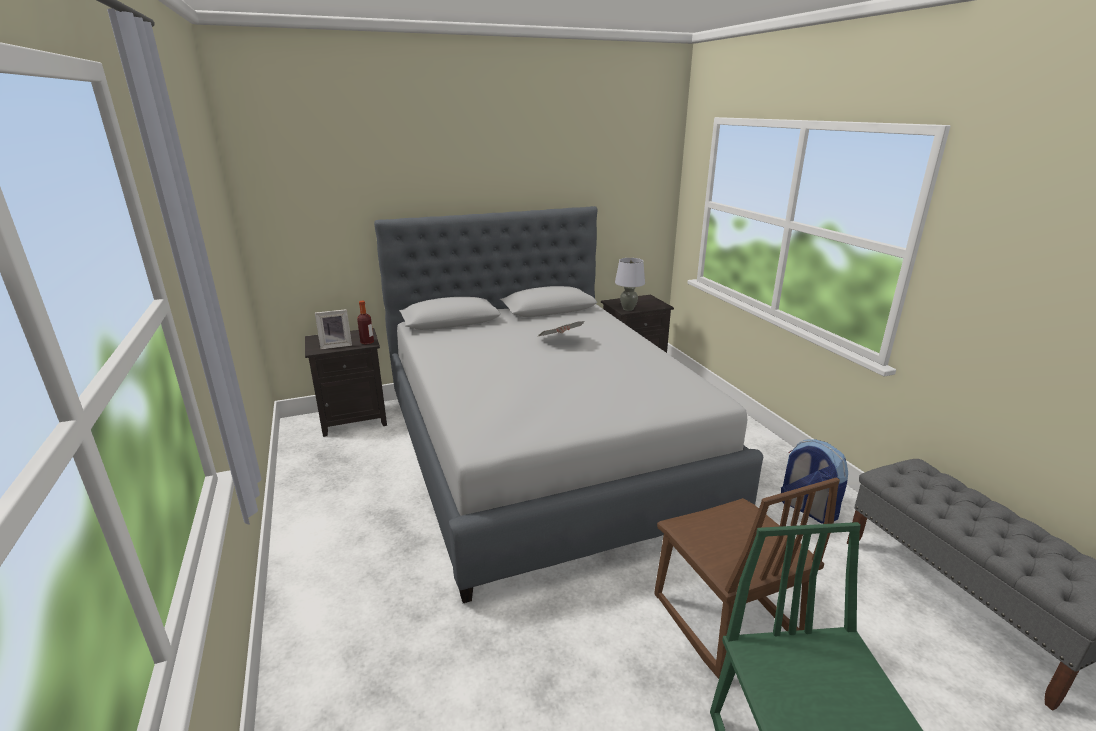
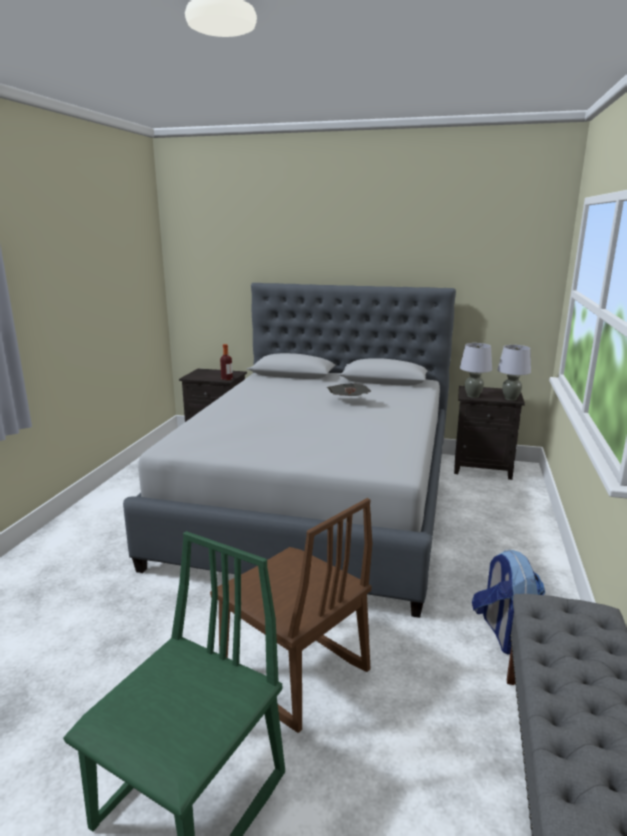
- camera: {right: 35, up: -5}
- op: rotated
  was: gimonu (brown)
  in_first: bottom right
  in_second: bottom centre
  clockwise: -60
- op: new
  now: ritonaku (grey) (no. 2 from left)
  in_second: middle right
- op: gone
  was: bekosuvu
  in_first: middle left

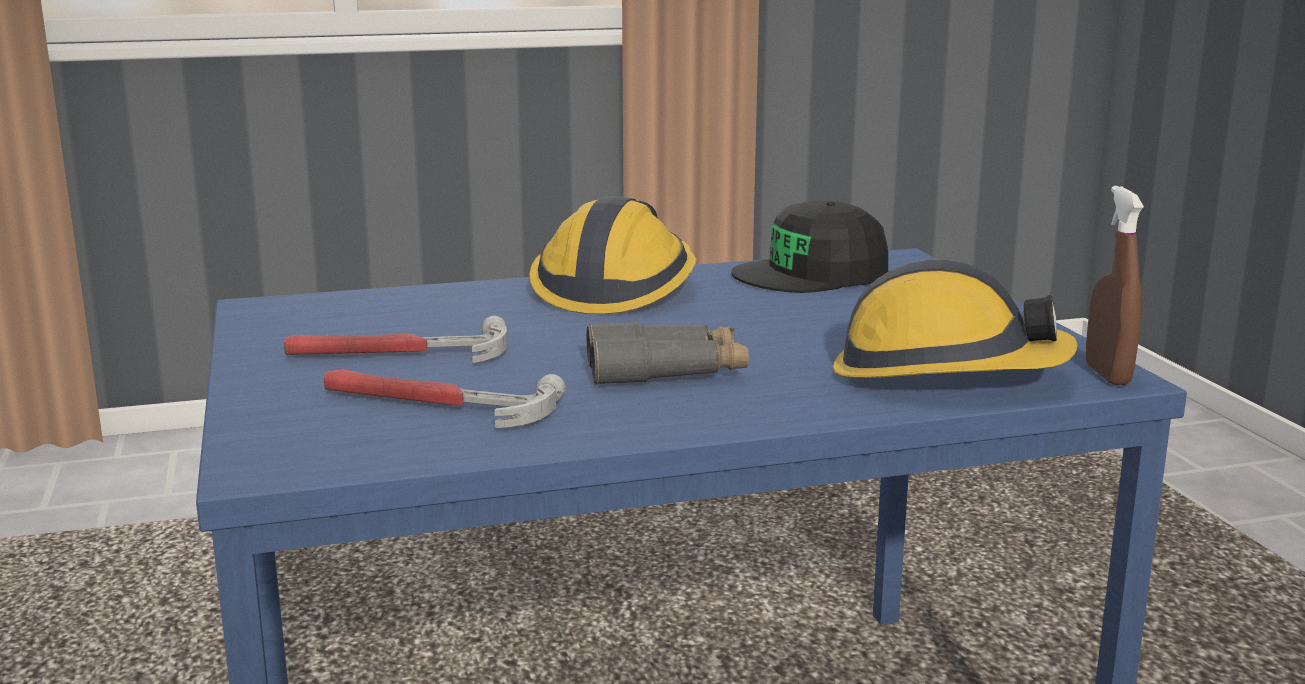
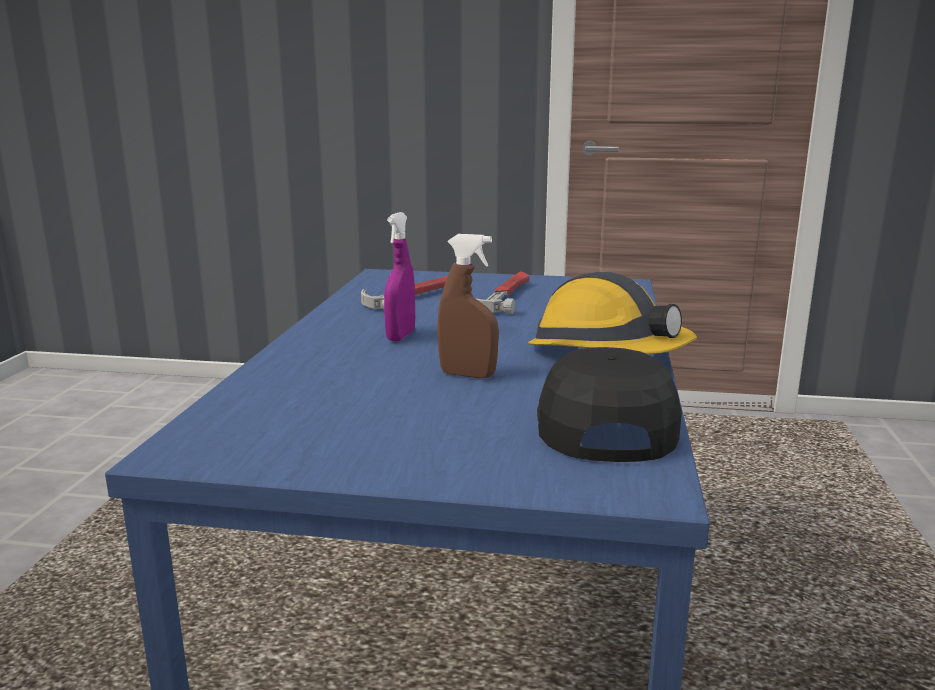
- camera: {right: 115, up: 0}
- op: swapped
  was: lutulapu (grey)
  now: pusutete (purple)
  in_first: centre
  in_second: centre
- op: shifted
  was: pusutete (brown)
  in_first: middle right
  in_second: centre
- op: gone
  was: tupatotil (no. 2 from left)
  in_first: middle right

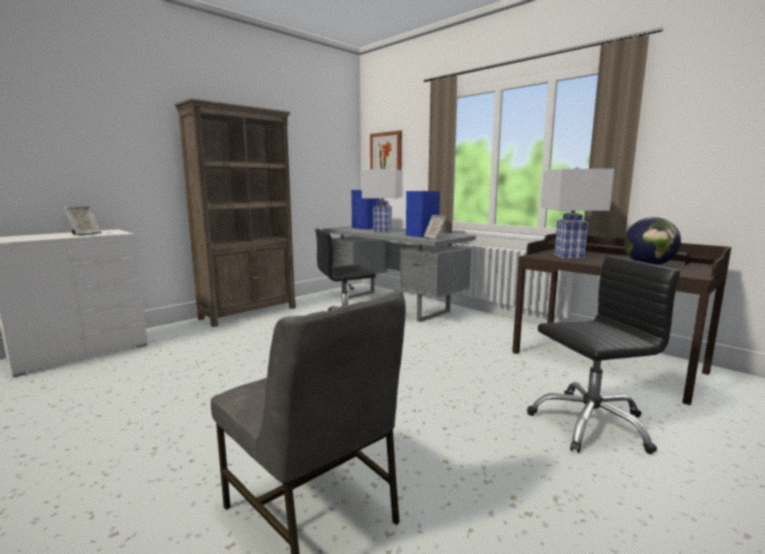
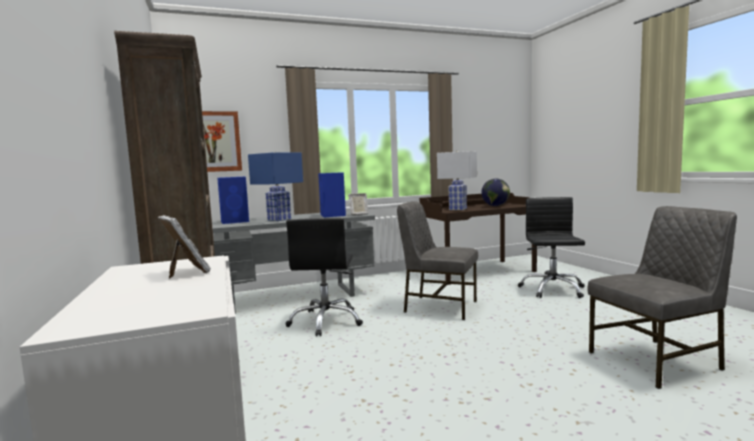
- camera: {right: -65, up: -5}
- op: repainted
  was: ritonaku (white) (no. 1 from left)
  now: ritonaku (blue)
  in_first: centre
  in_second: centre
- op: new
  now: gimonu (grey) (no. 1 from left)
  in_second: centre

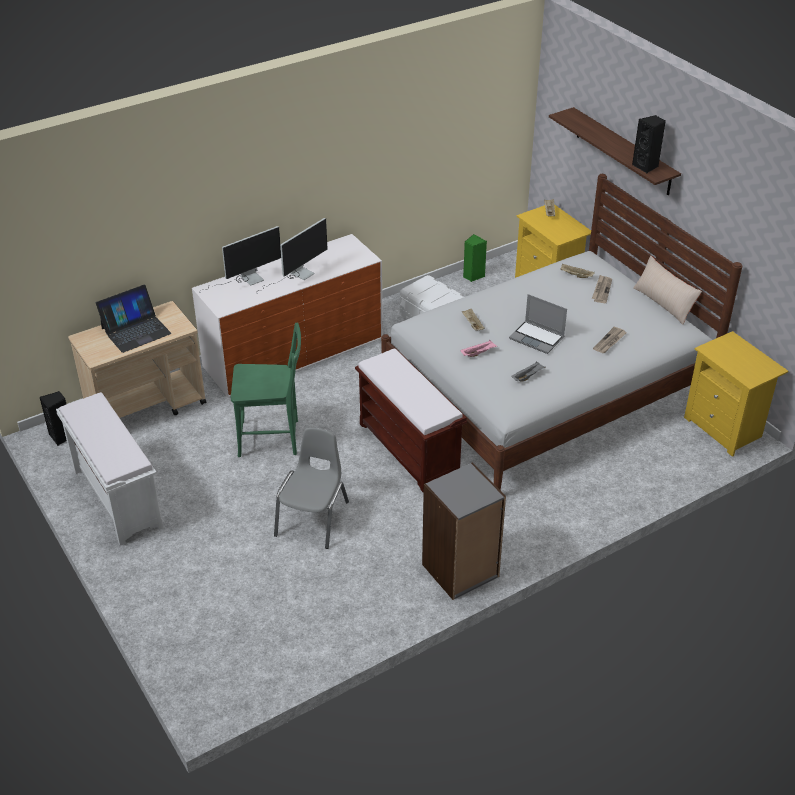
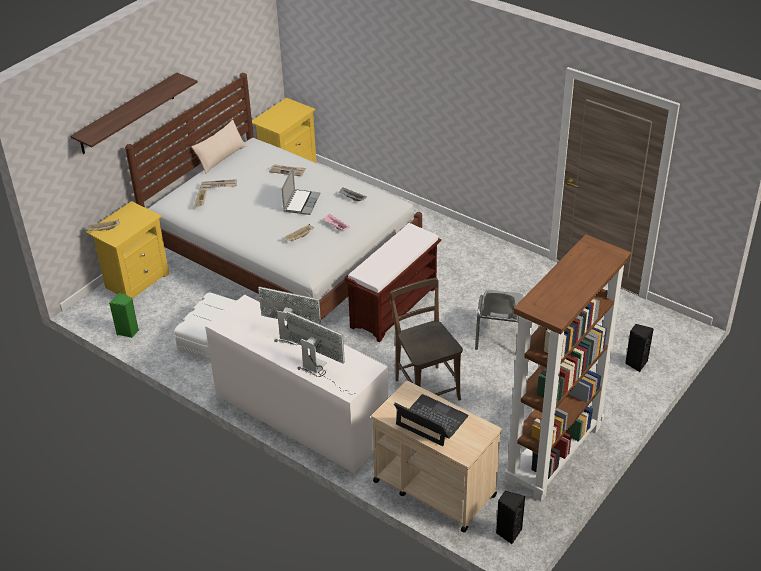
- camera: {right: -110, up: 0}
- op: repainted
  was: gimonu (green)
  now: gimonu (brown)
  in_first: centre
  in_second: centre
- op: rotated
  was: gimonu (grey)
  in_first: centre
  in_second: centre
  clockwise: -75
- op: swapped
  was: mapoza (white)
  now: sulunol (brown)
  in_first: middle left
  in_second: middle right
- op: shifted
  was: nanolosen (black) (no. 2 from left)
  in_first: top right
  in_second: middle right
- op: gone
  was: sulunol (grey)
  in_first: bottom centre

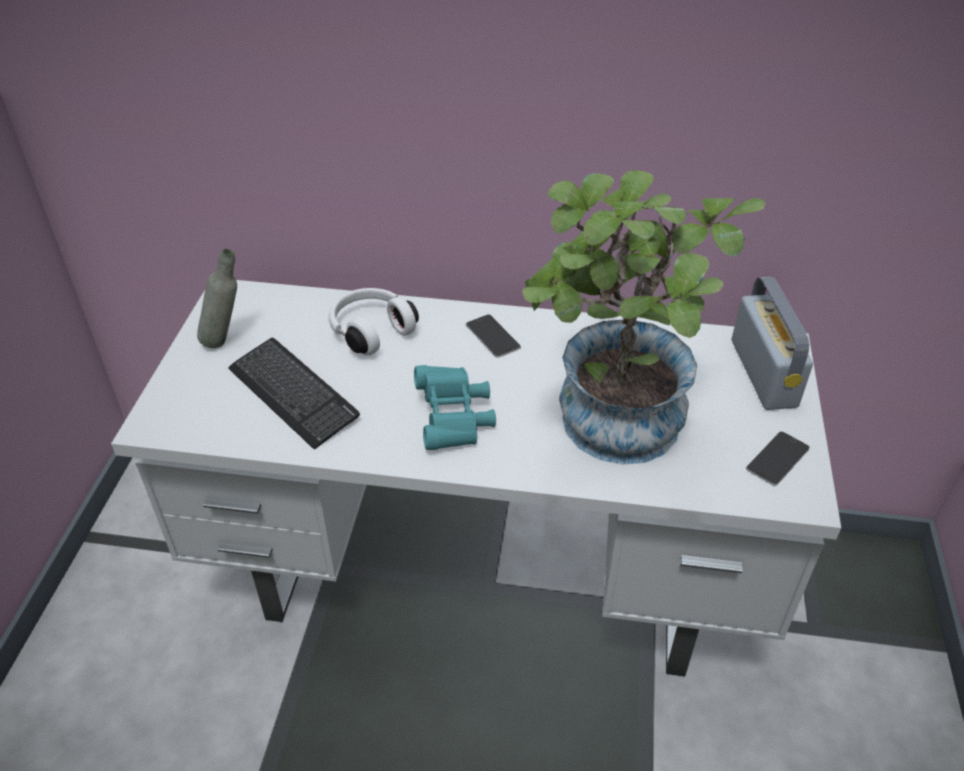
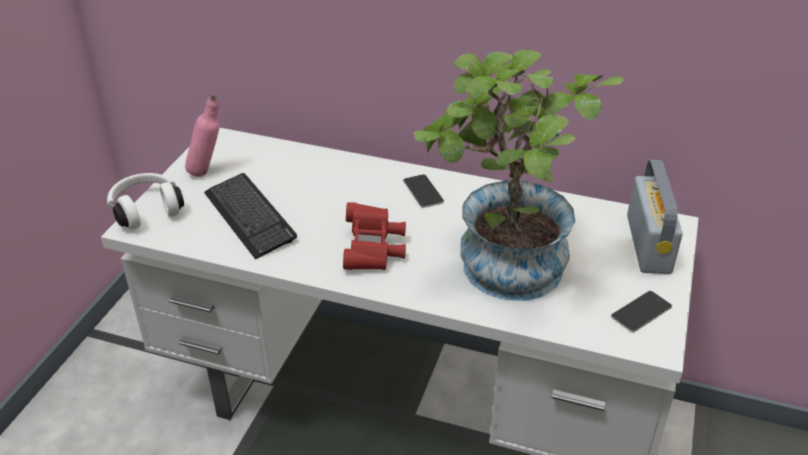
- camera: {right: 10, up: -5}
- op: shifted
  was: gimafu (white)
  in_first: centre
  in_second: middle left
- op: repainted
  was: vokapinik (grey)
  now: vokapinik (pink)
  in_first: middle left
  in_second: top left
- op: repainted
  was: lutulapu (turquoise)
  now: lutulapu (red)
  in_first: centre
  in_second: centre

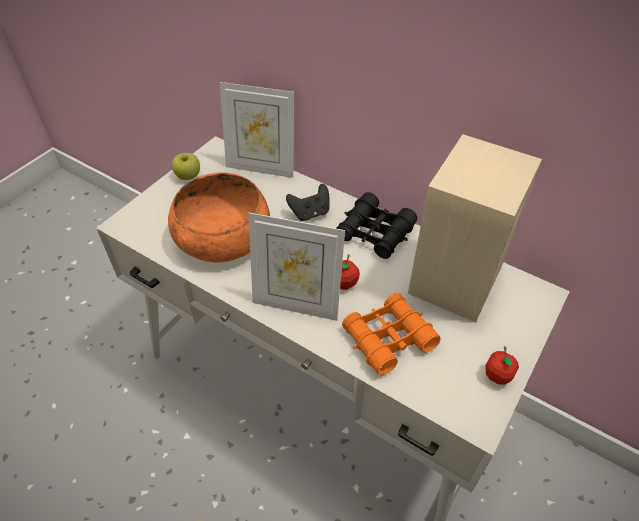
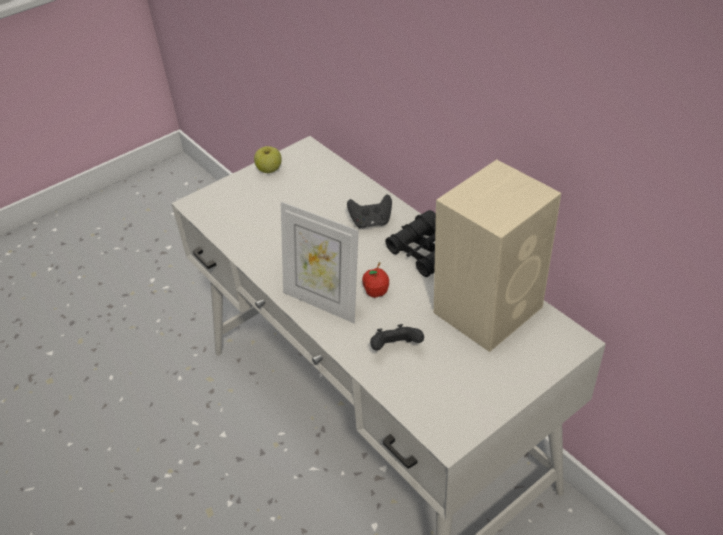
- camera: {right: 20, up: -5}
- op: swapped
  was: lutulapu (orange)
  now: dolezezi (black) (no. 2 from left)
  in_first: centre
  in_second: centre
- op: gone
  was: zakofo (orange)
  in_first: centre
- op: gone
  was: bekosuvu (no. 1 from left)
  in_first: top centre
- op: gone
  was: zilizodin (no. 3 from left)
  in_first: bottom right

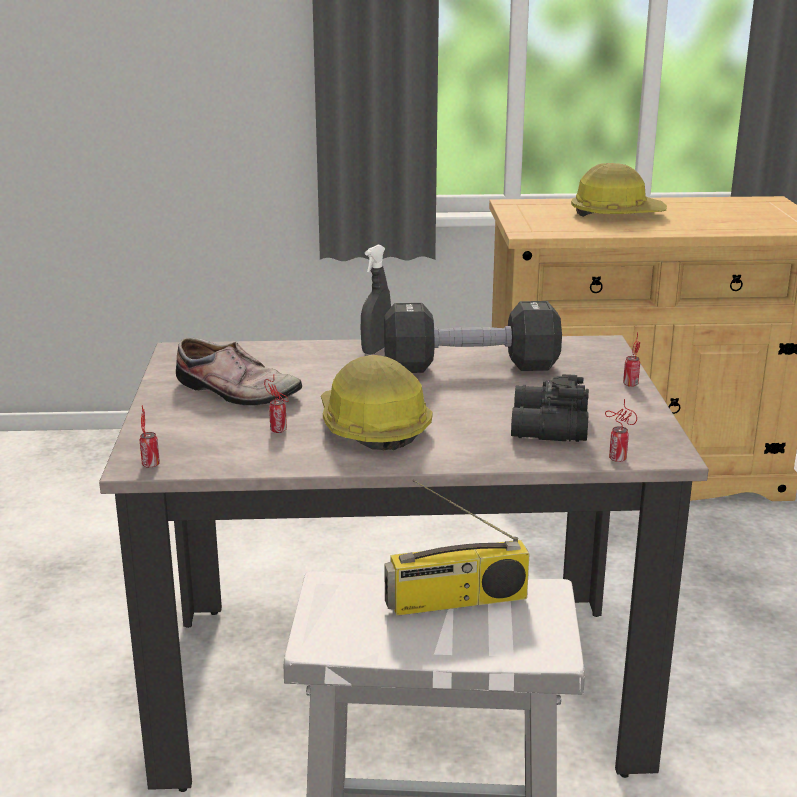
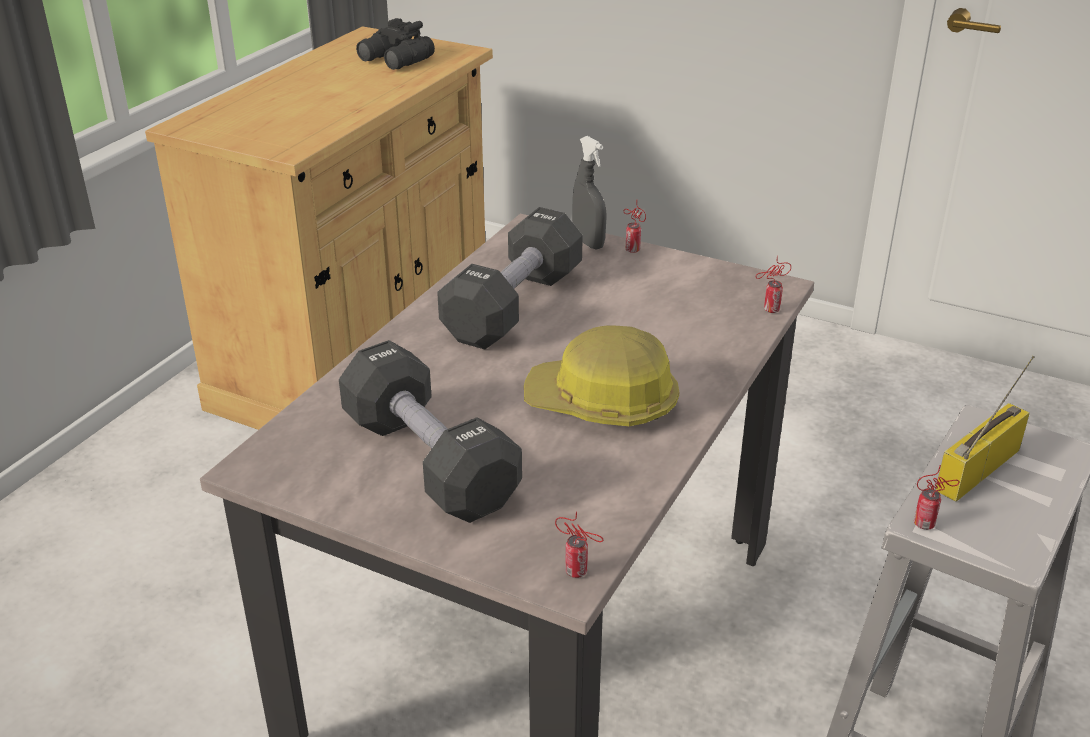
- camera: {right: -60, up: 10}
- op: swapped
  was: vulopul
  now: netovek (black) (no. 1 from left)
  in_first: middle left
  in_second: centre
- op: shifted
  was: lutulapu (black)
  in_first: middle right
  in_second: top centre
- op: shifted
  was: pusutete (grey)
  in_first: centre
  in_second: top centre
- op: shifted
  was: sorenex (no. 2 from left in the first image)
  now: sorenex (no. 4 from left)
  in_first: centre
  in_second: bottom right
- op: rotated
  was: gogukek
  in_first: bottom centre
  in_second: middle right
  clockwise: -150
- op: gone
  was: tupatotil (no. 2 from left)
  in_first: top right

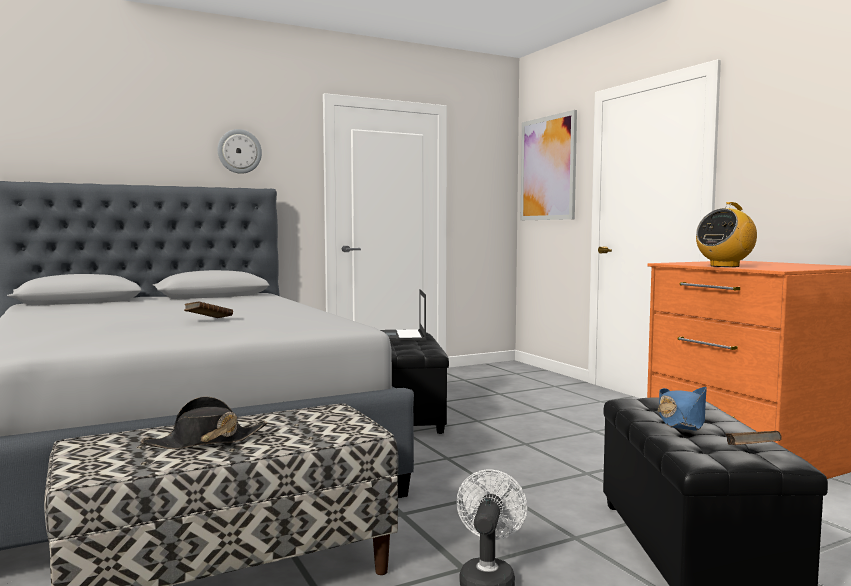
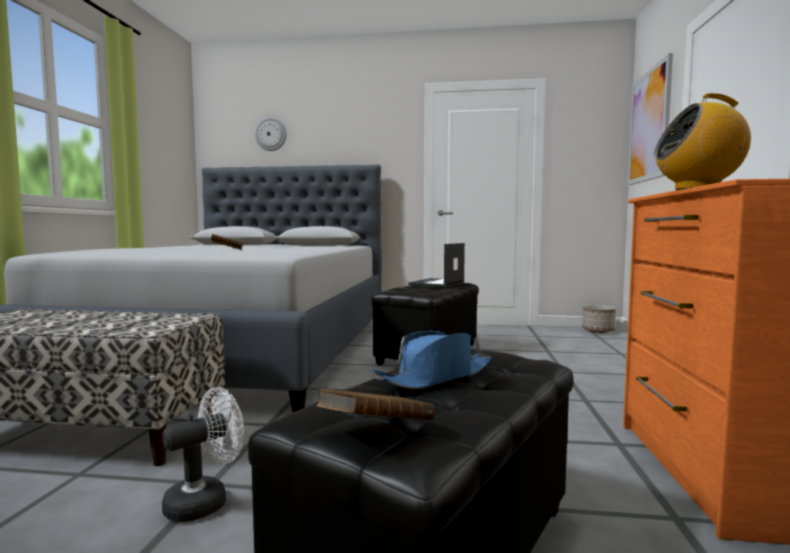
- camera: {right: 35, up: 0}
- op: shifted
  was: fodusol
  in_first: top left
  in_second: top centre
- op: new
  now: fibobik
  in_second: middle right
- op: gone
  was: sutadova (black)
  in_first: bottom left

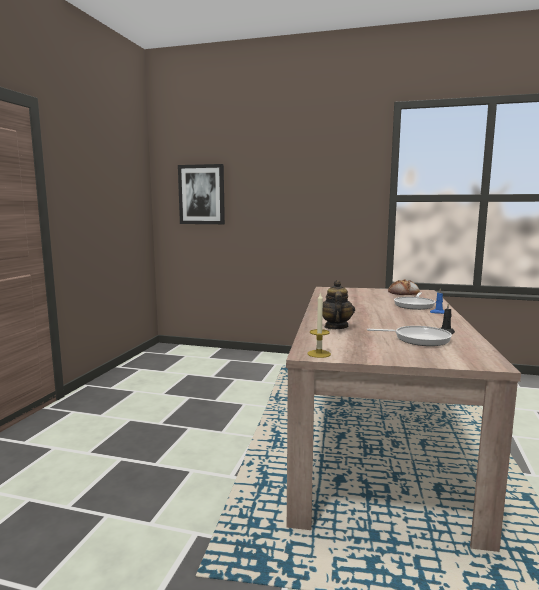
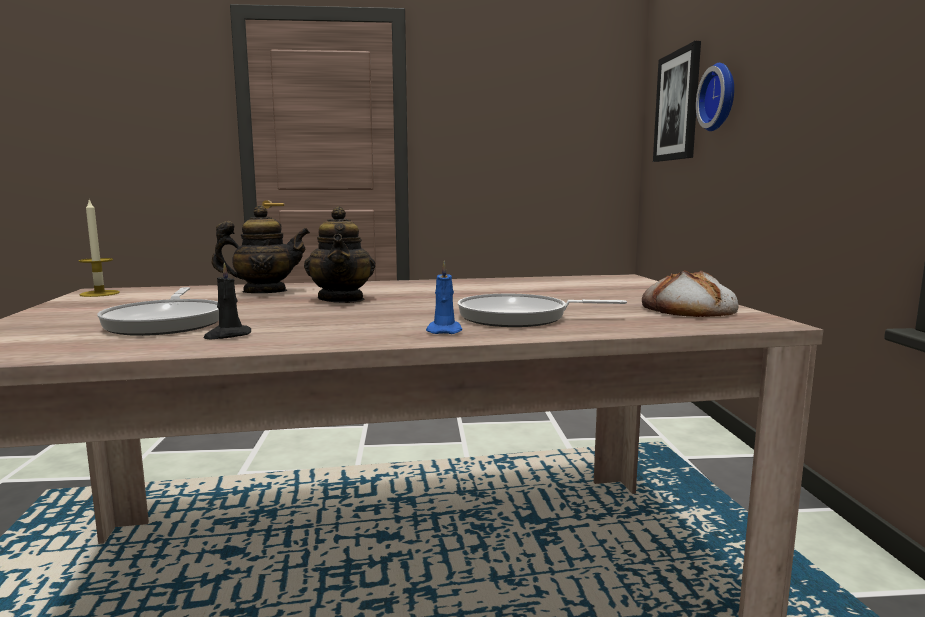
- camera: {right: 70, up: 0}
- op: new
  now: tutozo (no. 2 from left)
  in_second: centre
- op: new
  now: fodusol
  in_second: top right

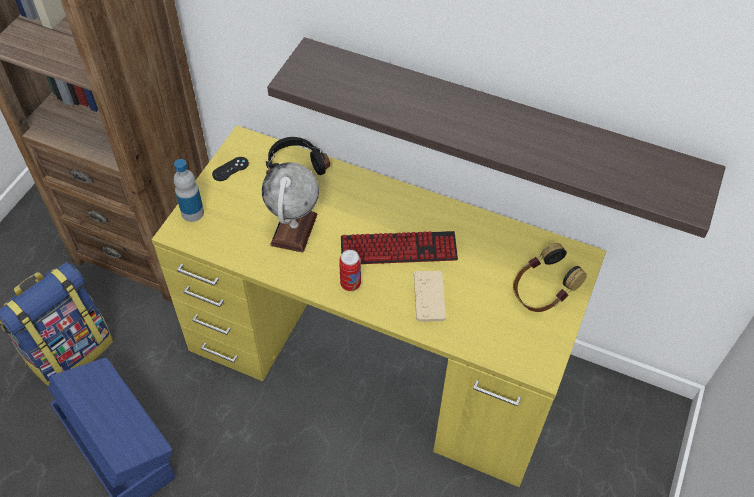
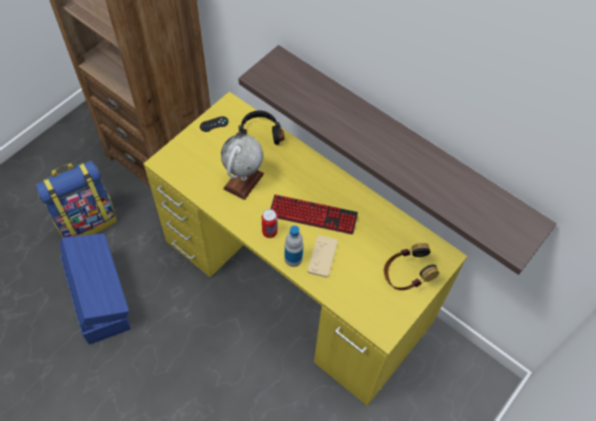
- camera: {right: 15, up: 5}
- op: shifted
  was: vokapinik
  in_first: middle left
  in_second: centre

